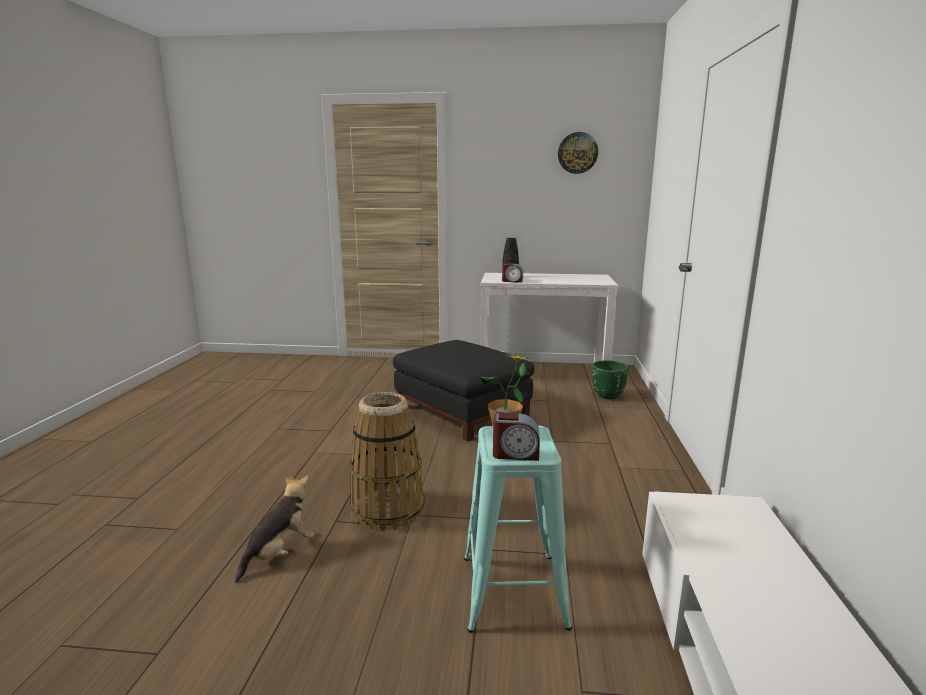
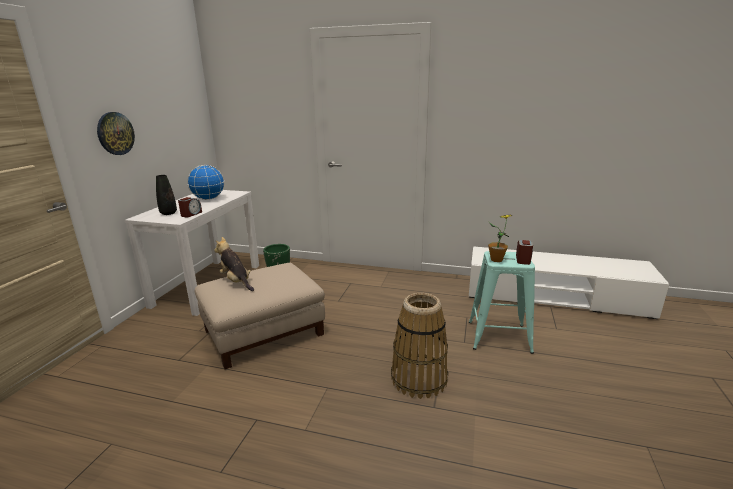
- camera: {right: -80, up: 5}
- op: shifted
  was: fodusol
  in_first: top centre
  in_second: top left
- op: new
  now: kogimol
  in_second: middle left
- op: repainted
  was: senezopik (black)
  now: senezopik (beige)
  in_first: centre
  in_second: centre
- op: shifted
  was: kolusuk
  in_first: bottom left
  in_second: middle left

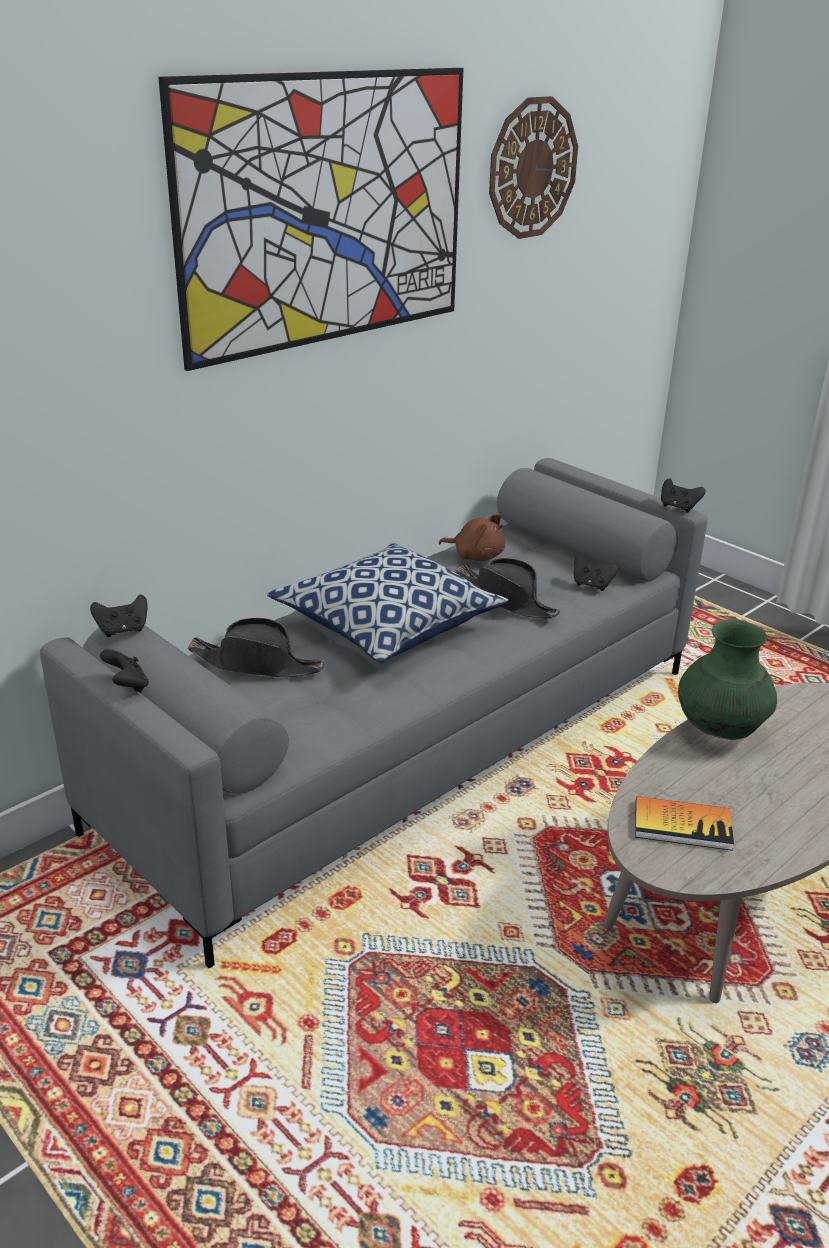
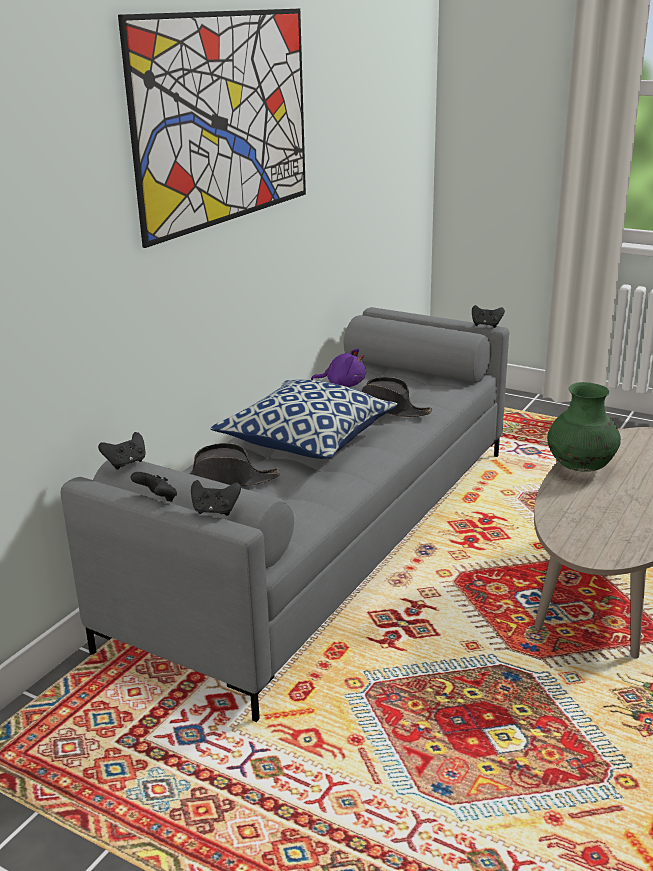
- camera: {right: -15, up: -5}
- op: shifted
  was: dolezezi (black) (no. 3 from left)
  in_first: middle right
  in_second: middle left
- op: repainted
  was: kolusuk (brown)
  now: kolusuk (purple)
  in_first: centre
  in_second: centre
- op: gone
  was: fodusol
  in_first: top centre
- op: gone
  was: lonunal
  in_first: middle right

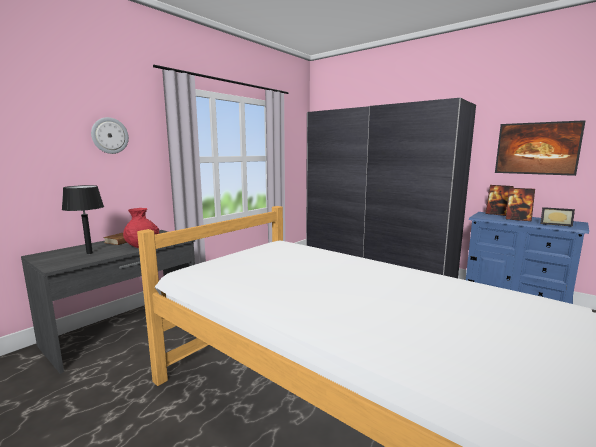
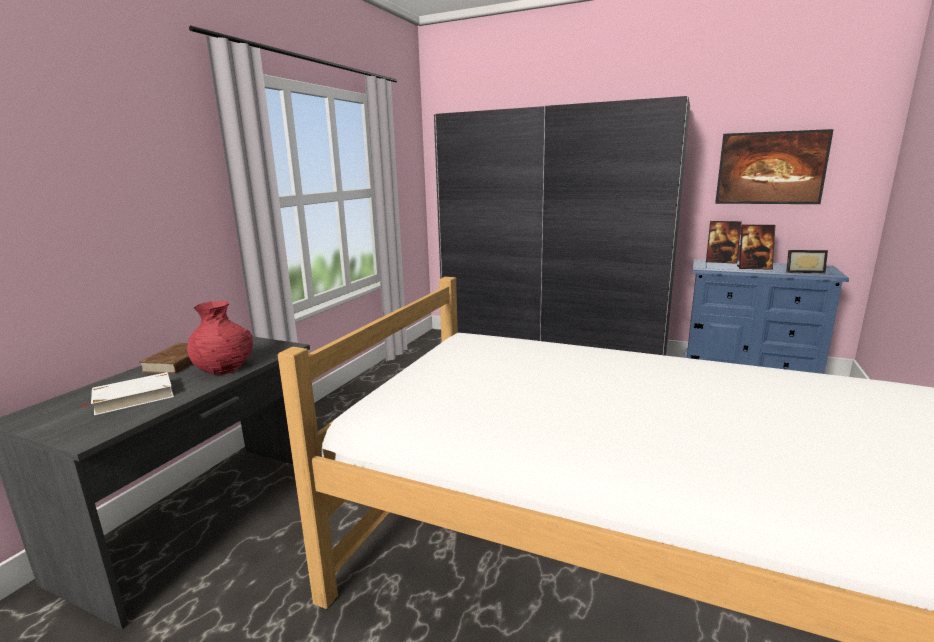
- camera: {right: -15, up: 5}
- op: swapped
  was: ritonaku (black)
  now: lonunal (white)
  in_first: middle left
  in_second: middle left
- op: gone
  was: fodusol
  in_first: top left

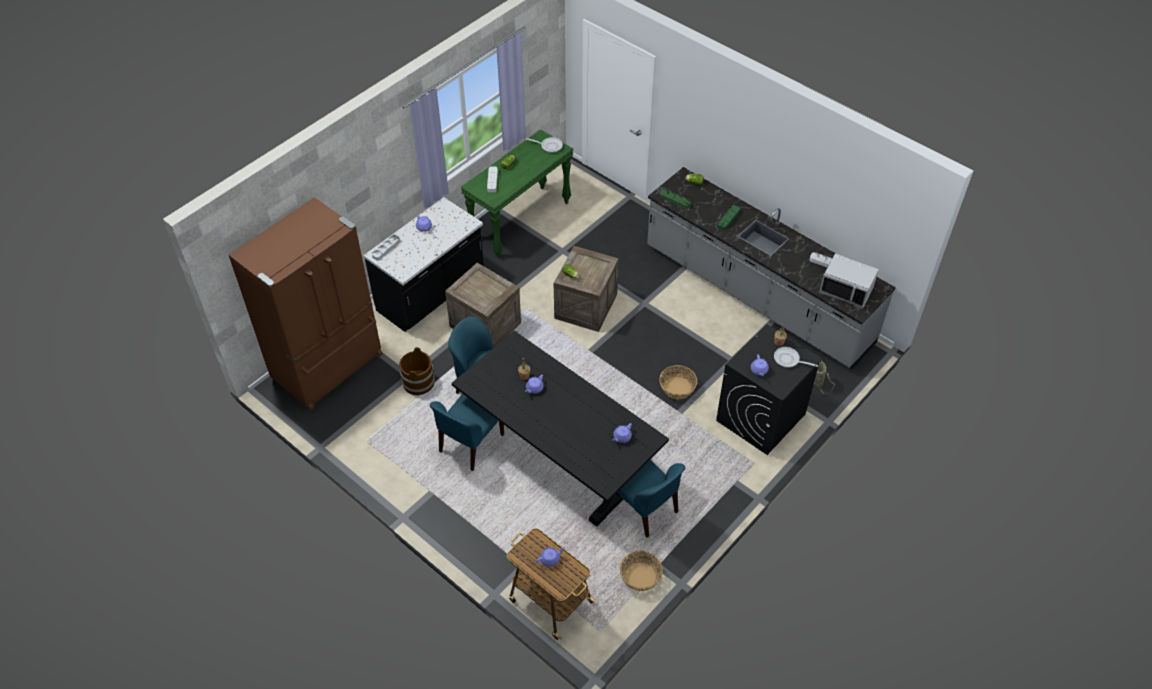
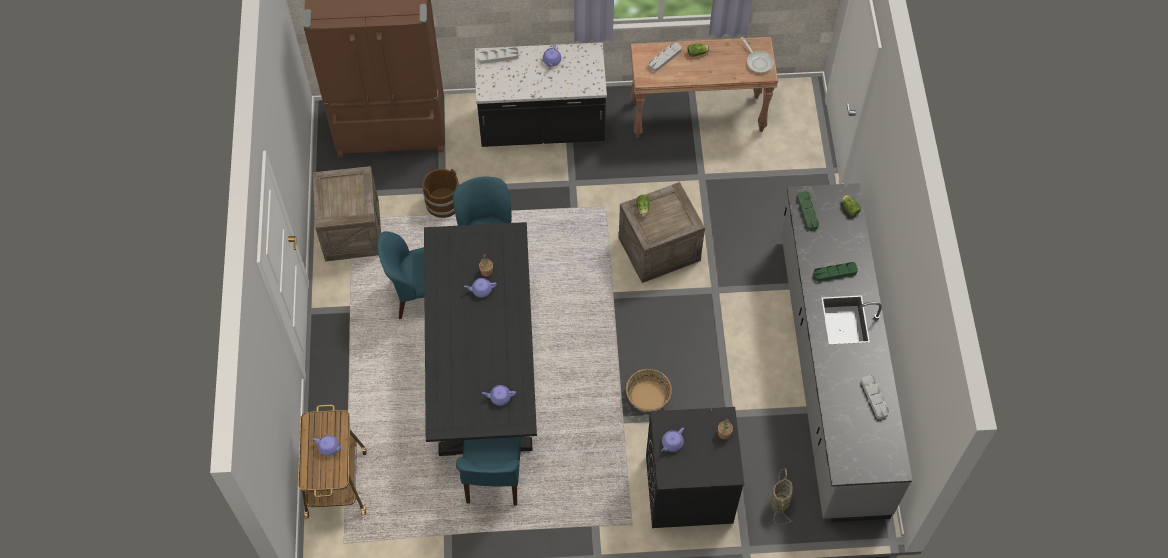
- camera: {right: 45, up: 10}
- op: shifted
  was: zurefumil (no. 1 from left)
  in_first: centre
  in_second: middle left
- op: repainted
  was: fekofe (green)
  now: fekofe (brown)
  in_first: top centre
  in_second: top centre
- op: gone
  was: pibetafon (no. 1 from left)
  in_first: bottom centre
- op: gone
  was: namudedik (no. 2 from left)
  in_first: middle right
- op: gone
  was: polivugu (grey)
  in_first: middle right

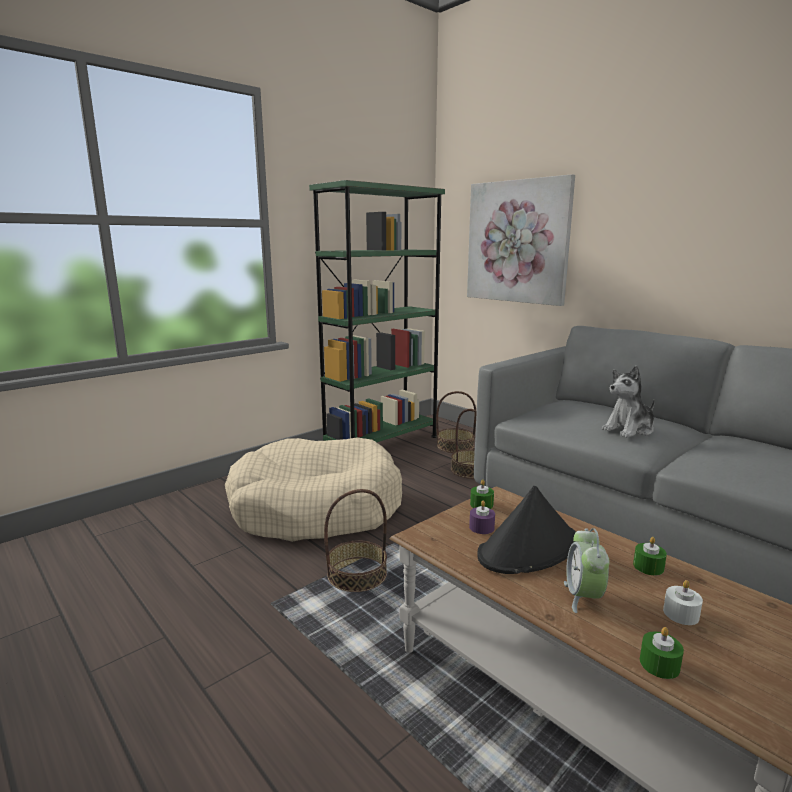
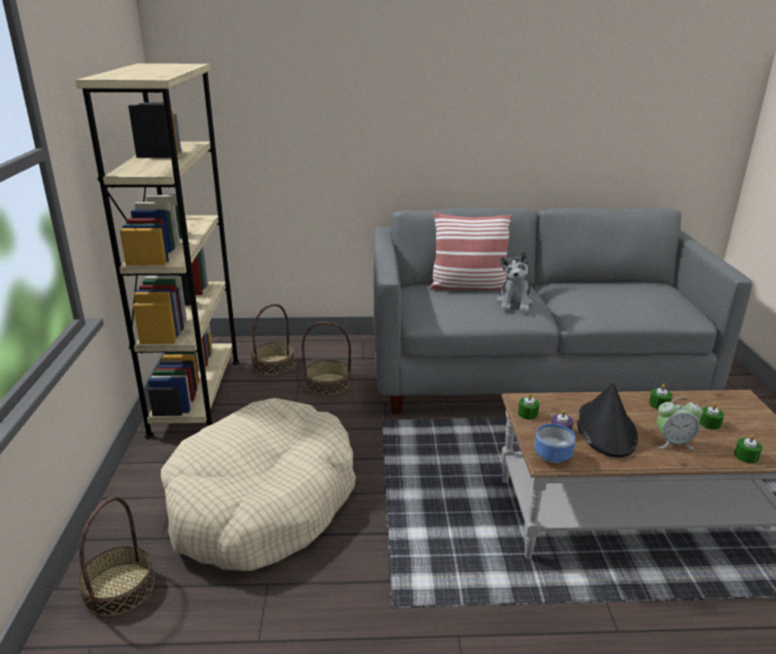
- camera: {right: -50, up: 10}
- op: repainted
  was: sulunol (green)
  now: sulunol (beige)
  in_first: centre
  in_second: middle left
- op: shifted
  was: pibetafon (no. 1 from left)
  in_first: bottom centre
  in_second: bottom left
- op: new
  now: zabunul
  in_second: centre
- op: new
  now: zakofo
  in_second: bottom right
- op: rotated
  was: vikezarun
  in_first: bottom right
  in_second: middle right
  clockwise: -45
- op: repainted
  was: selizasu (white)
  now: selizasu (green) (no. 3 from left)
  in_first: bottom right
  in_second: middle right
- op: gone
  was: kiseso
  in_first: top centre

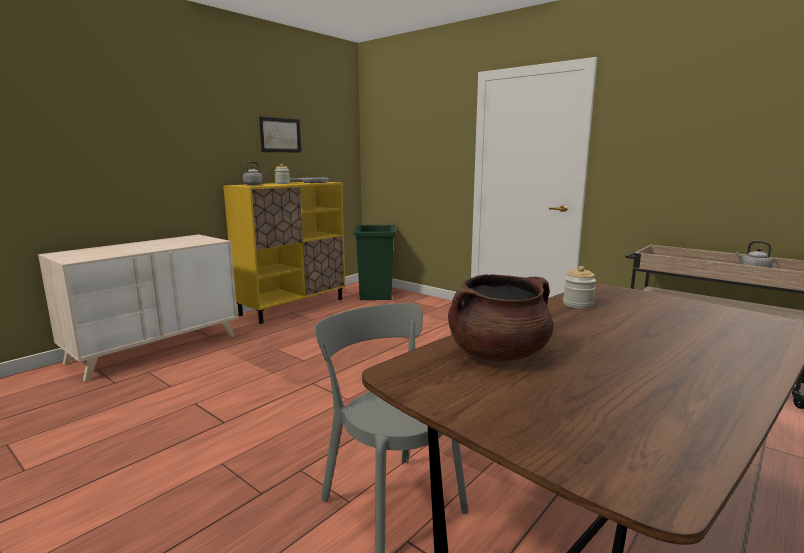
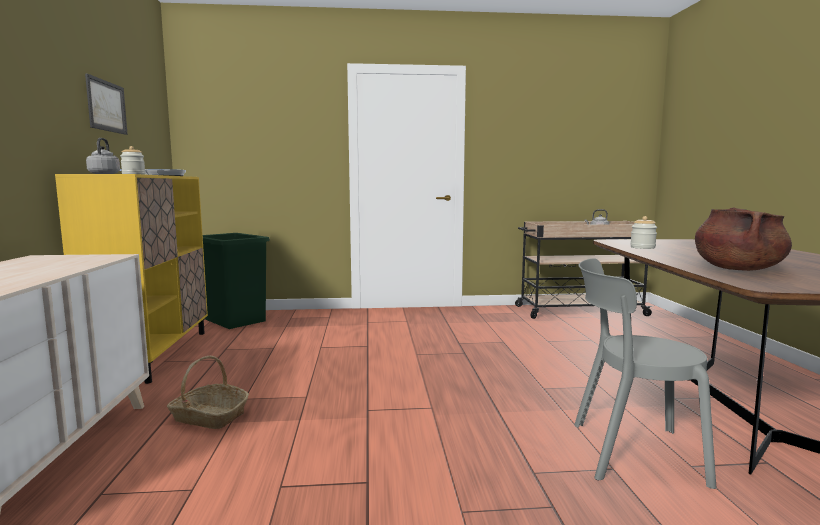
- camera: {right: -45, up: -5}
- op: new
  now: pibetafon
  in_second: bottom left

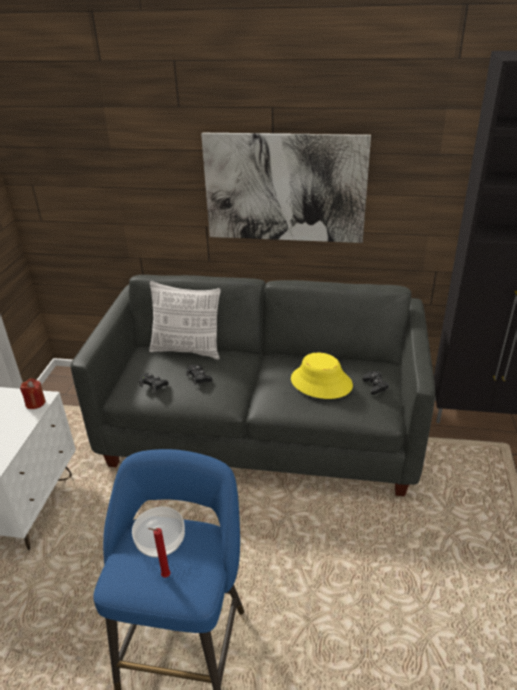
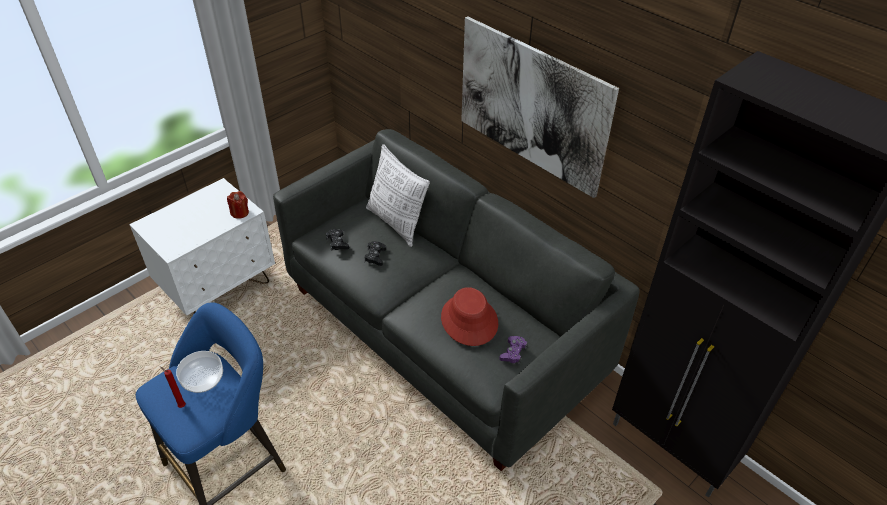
- camera: {right: 35, up: 10}
- op: repainted
  was: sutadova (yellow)
  now: sutadova (red)
  in_first: centre
  in_second: centre
- op: repainted
  was: dolezezi (black) (no. 3 from left)
  now: dolezezi (purple)
  in_first: middle right
  in_second: bottom centre

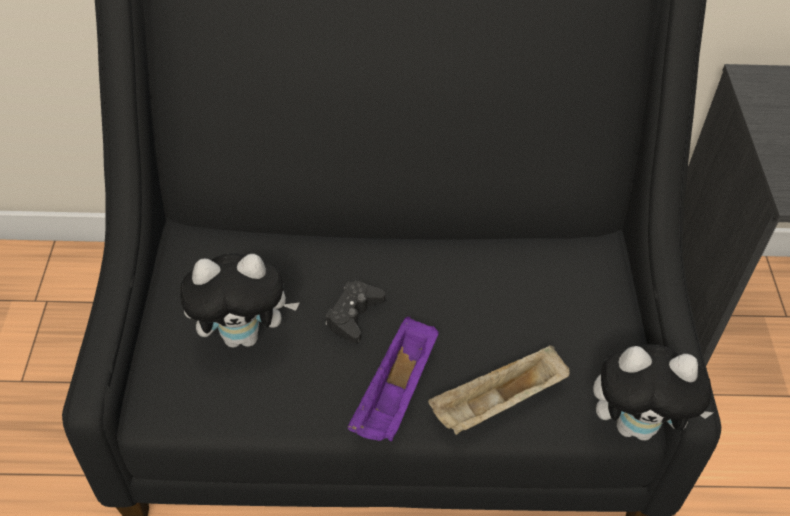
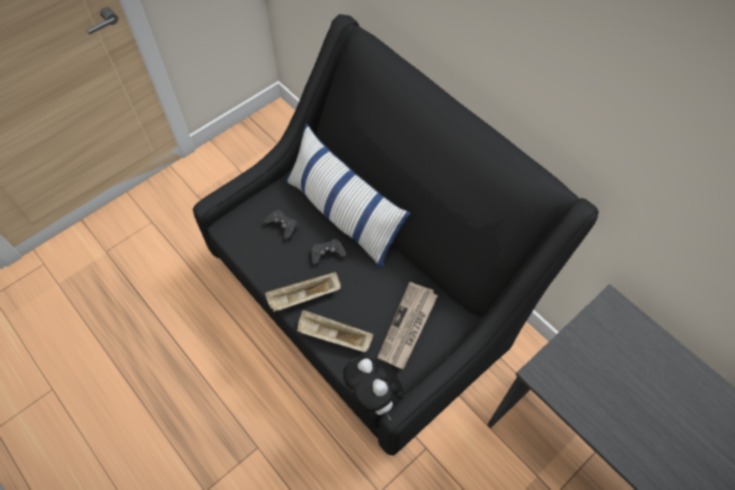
- camera: {right: 50, up: 10}
- op: swapped
  was: kolusuk (no. 1 from left)
  now: dolezezi (black) (no. 1 from left)
  in_first: middle left
  in_second: centre
- op: repainted
  was: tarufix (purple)
  now: tarufix (beige) (no. 1 from left)
  in_first: bottom centre
  in_second: centre
- op: new
  now: zabunul
  in_second: centre
- op: new
  now: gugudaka
  in_second: centre

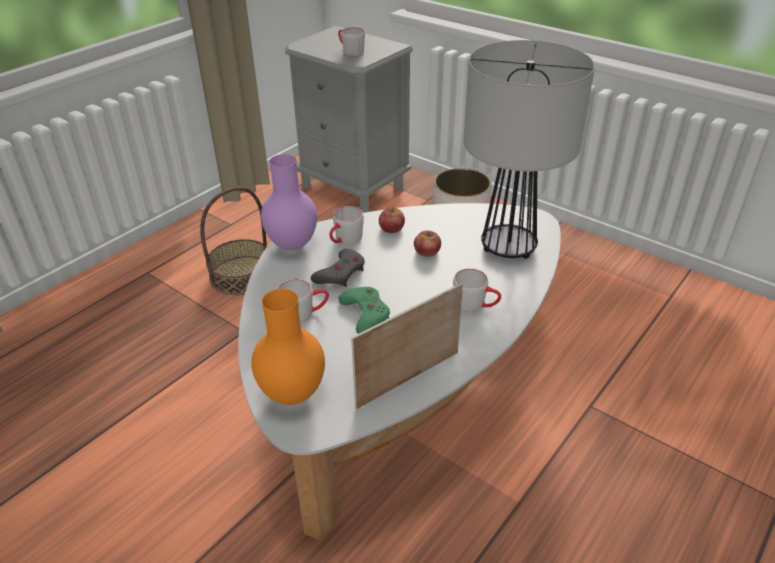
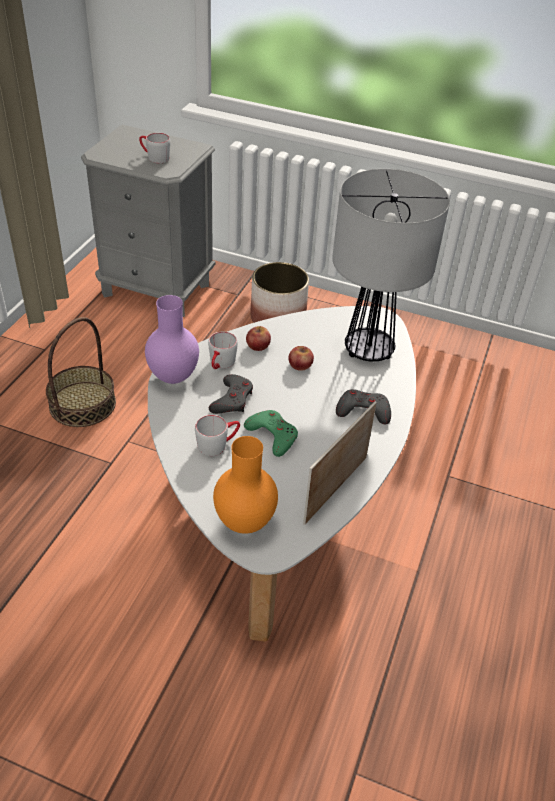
- camera: {right: -20, up: 5}
- op: swapped
  was: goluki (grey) (no. 4 from left)
  now: dolezezi (grey) (no. 2 from left)
  in_first: centre
  in_second: centre

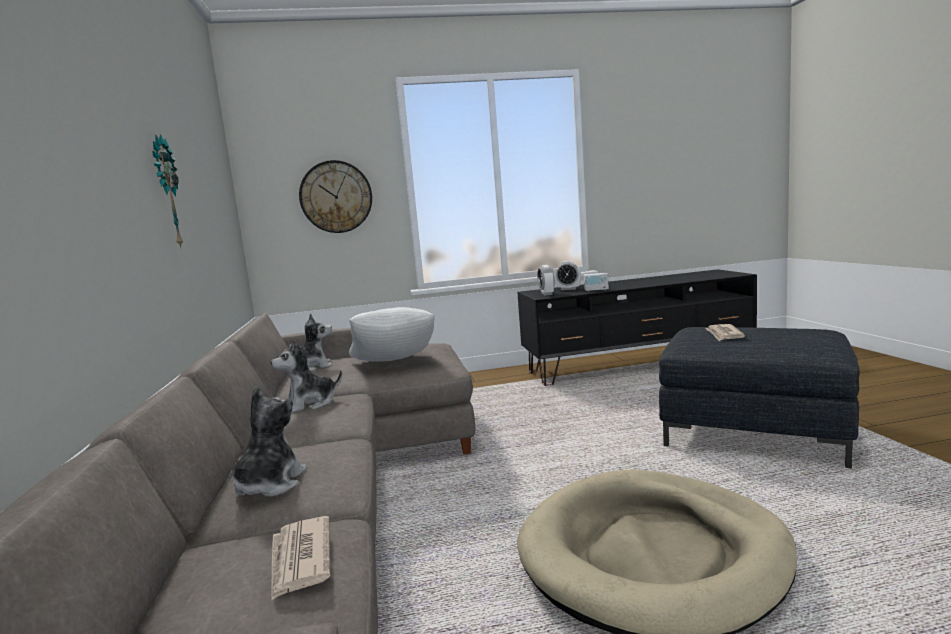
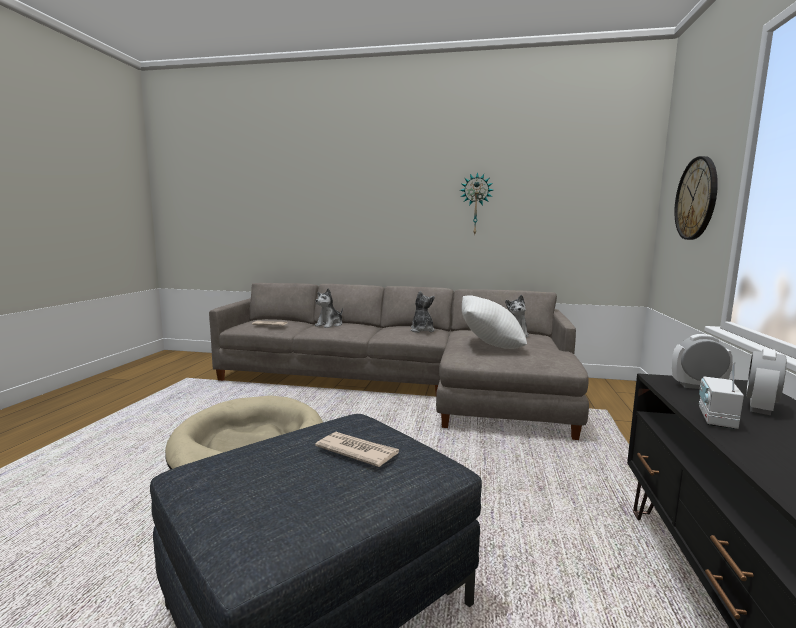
- camera: {right: 110, up: 0}
- op: rotated
  was: kolusuk (no. 1 from left)
  in_first: bottom left
  in_second: centre
  clockwise: 90

